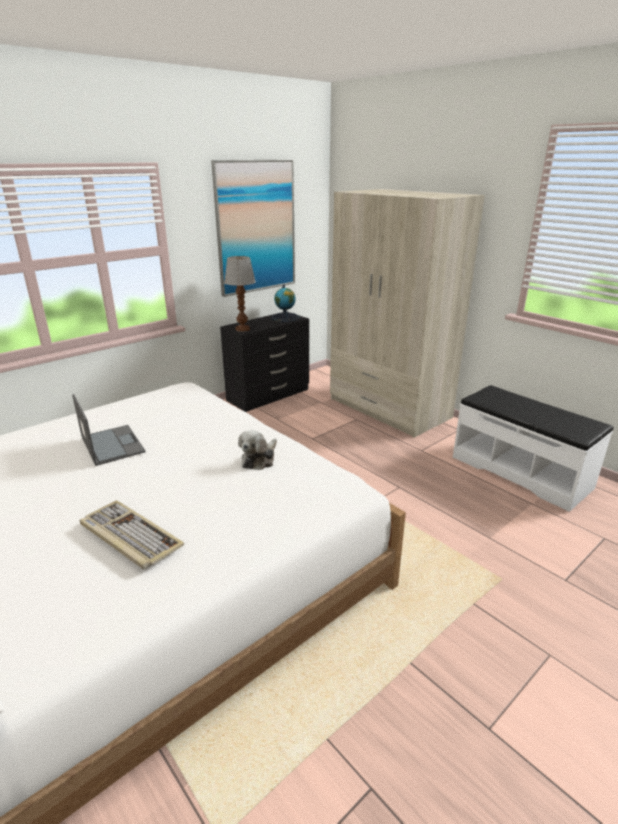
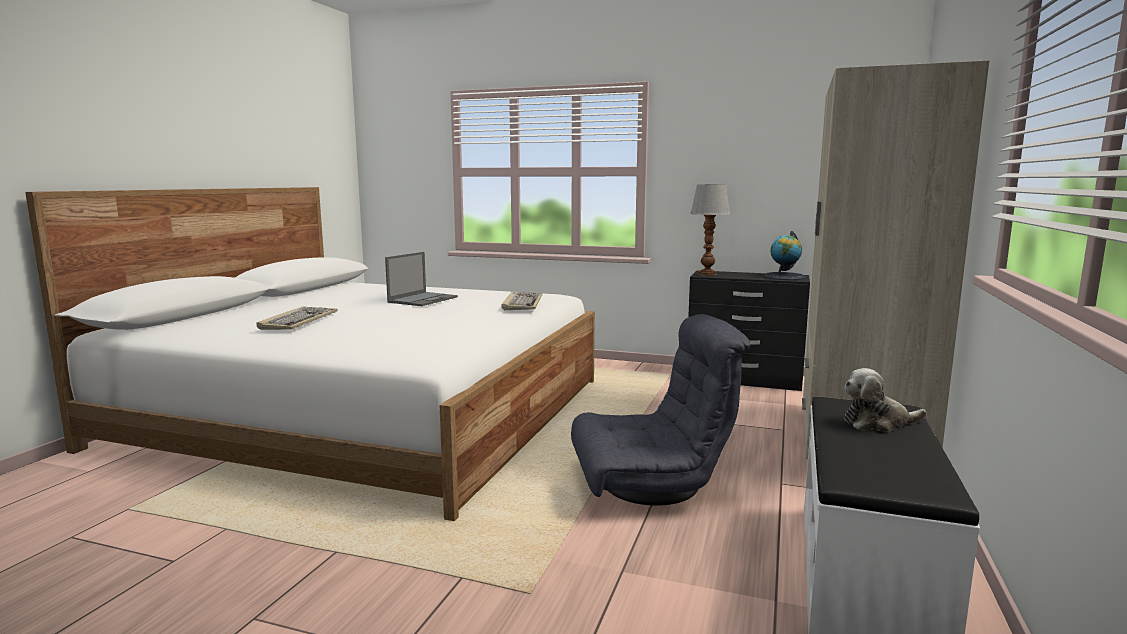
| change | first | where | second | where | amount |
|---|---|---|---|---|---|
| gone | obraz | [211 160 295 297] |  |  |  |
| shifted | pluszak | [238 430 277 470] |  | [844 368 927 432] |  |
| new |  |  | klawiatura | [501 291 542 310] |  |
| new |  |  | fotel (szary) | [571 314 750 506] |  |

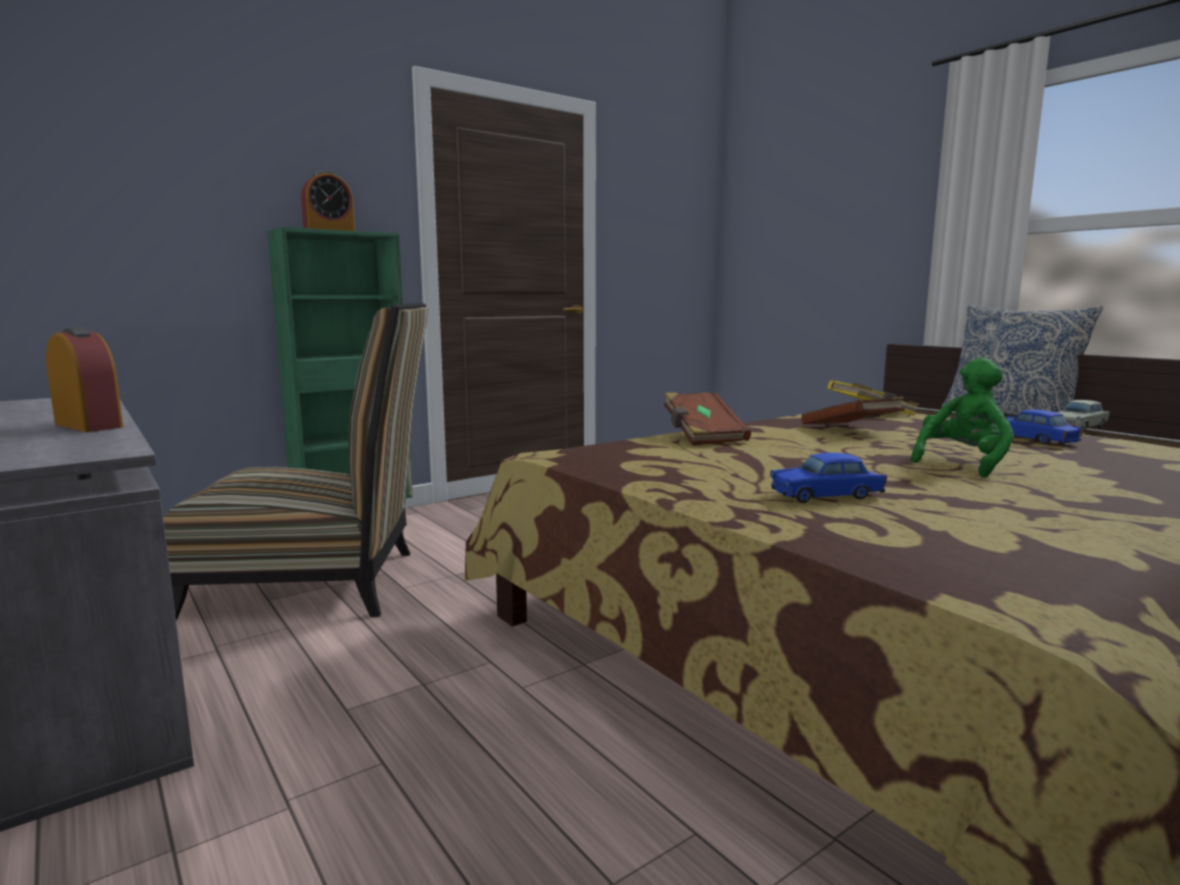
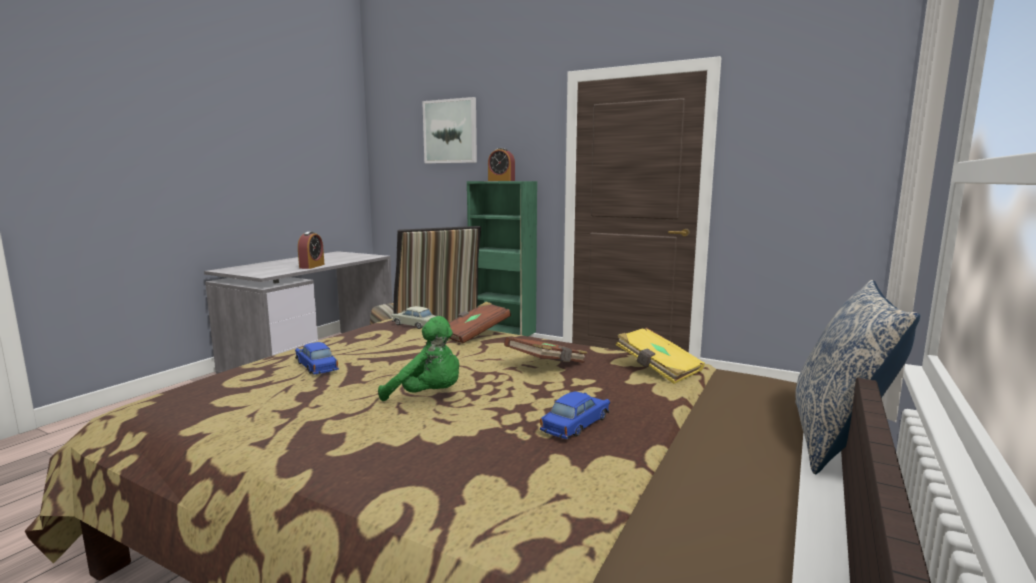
| change | first | where | second | where | amount |
|---|---|---|---|---|---|
| shifted | samochodzik (beżowy) | [1056 400 1110 432] |  | [391 306 436 329] |  |
| new |  |  | obraz | [422 97 477 163] |  |

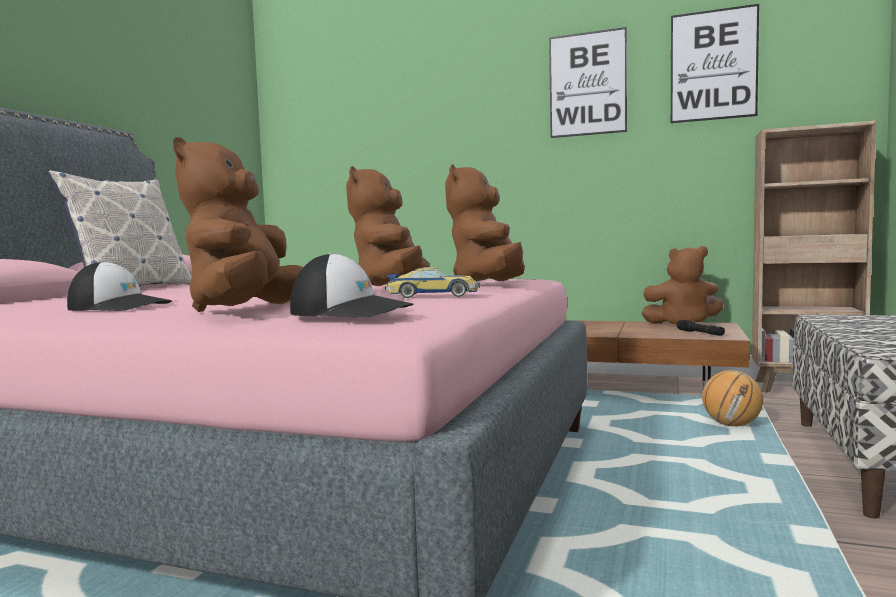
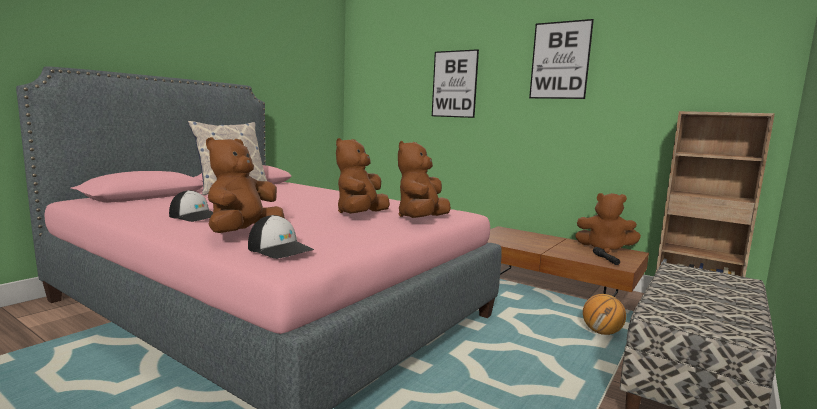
| change | first | where | second | where | amount |
|---|---|---|---|---|---|
| shifted | obraz | [671 4 759 123] |  | [432 49 479 118] |  |
| gone | samochodzik | [385 267 480 298] |  |  |  |

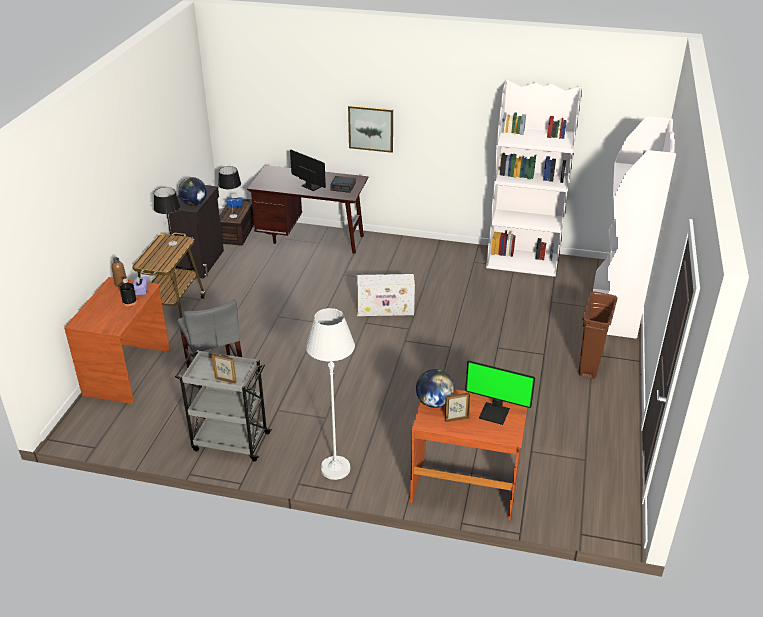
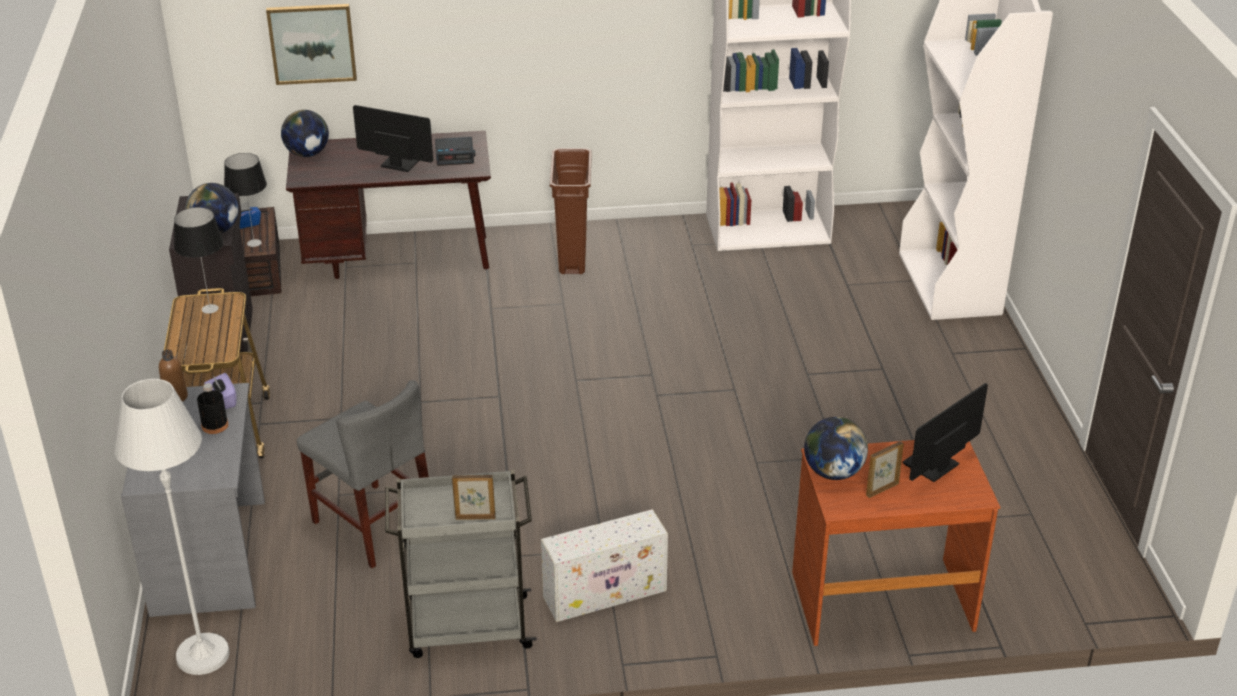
| change | first | where | second | where | amount |
|---|---|---|---|---|---|
| shifted | obraz | [348 105 393 153] |  | [266 4 357 85] |  |
| shifted | pojemnik do przechowywania (biały) | [357 274 415 316] |  | [541 509 668 622] |  |
| repainted | biurko (brązowy) | [64 277 170 404] | biurko (szary) | [121 383 265 617] |  |
| shifted | kosz na śmieci (brązowy) | [578 291 618 379] |  | [550 148 592 274] |  |
| shifted | lampa stojąca (biały) | [306 308 355 480] |  | [114 379 230 675] |  |
| rotated | monitor | [465 361 535 425] |  | [902 383 988 482] | 135 degrees clockwise |
| new |  |  | globus | [281 110 329 157] |  |

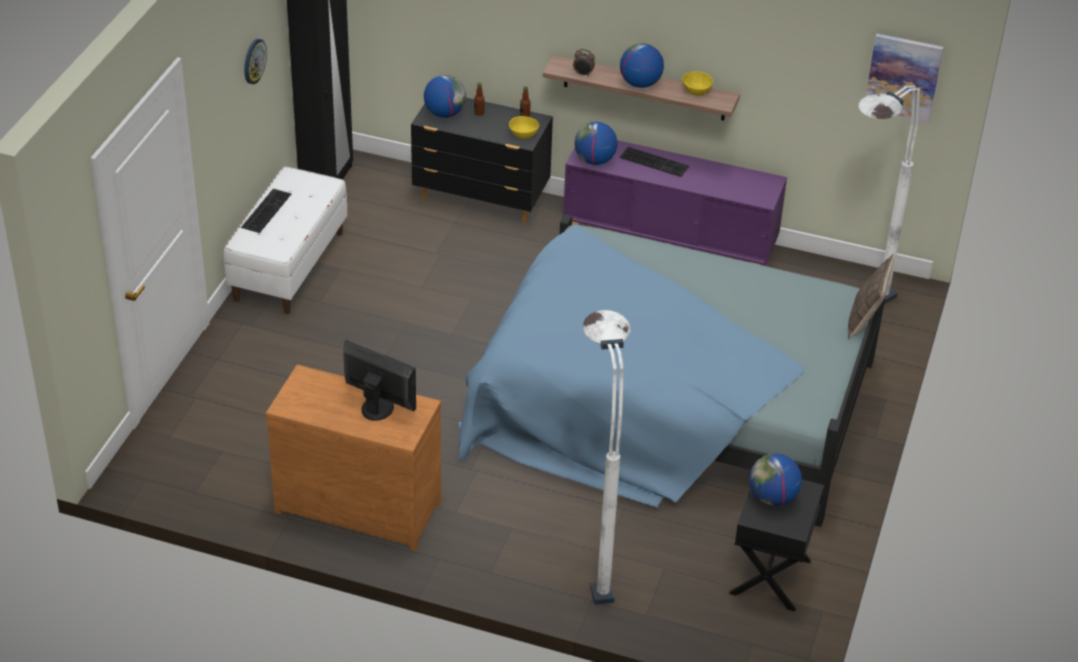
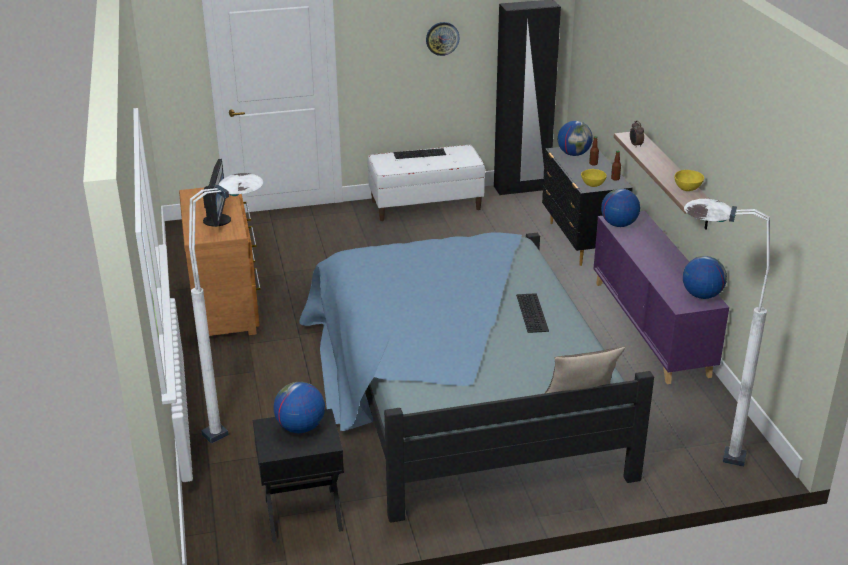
| change | first | where | second | where | amount |
|---|---|---|---|---|---|
| gone | obraz | [866 34 943 124] |  |  |  |
| shifted | globus | [620 43 664 88] |  | [683 256 727 299] |  |
| shifted | klawiatura | [620 147 689 177] |  | [516 293 549 333] |  |

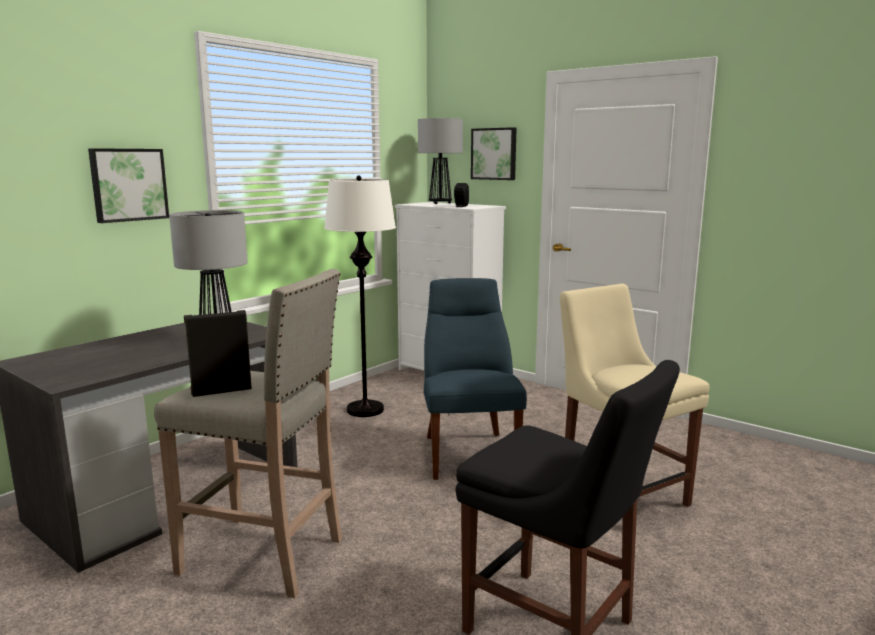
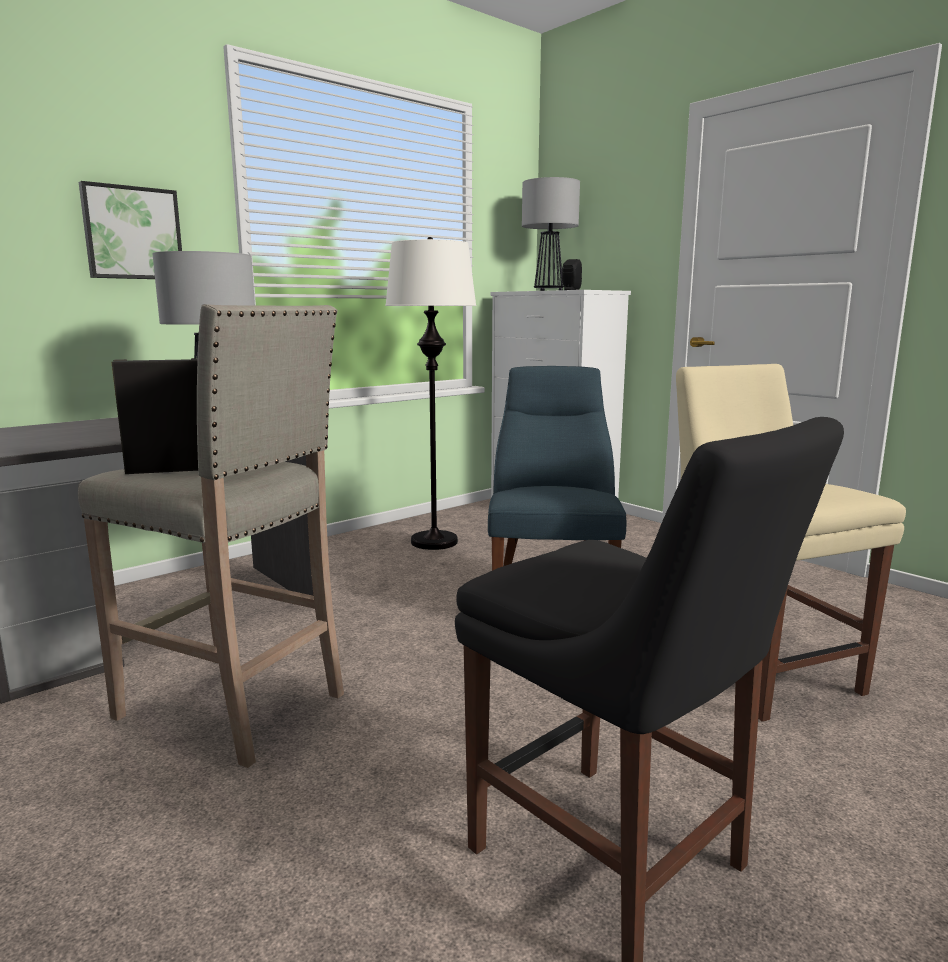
| change | first | where | second | where | amount |
|---|---|---|---|---|---|
| gone | obraz | [471 127 517 180] |  |  |  |

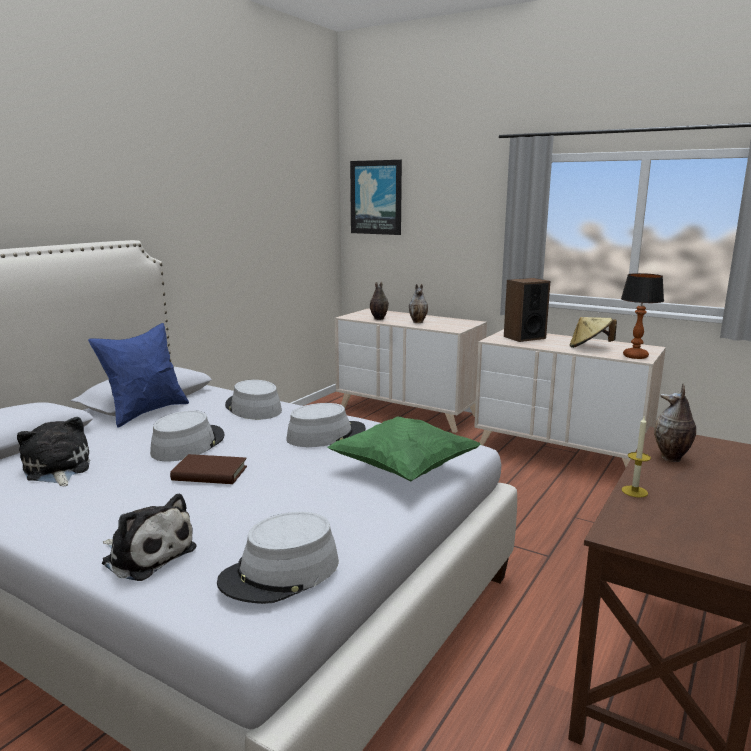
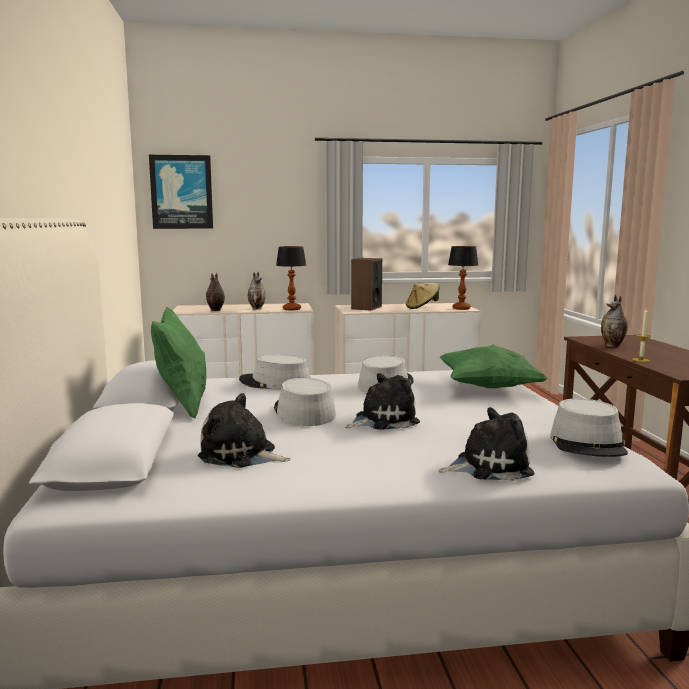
| change | first | where | second | where | amount |
|---|---|---|---|---|---|
| repainted | poduszka (niebieski) | [88 323 189 428] | poduszka (zielony) | [151 306 206 418] |  |
| swapped | książka (brązowy) | [170 454 247 484] | pluszak | [345 373 420 430] |  |
| new |  |  | lampa stołowa | [276 246 306 310] |  |

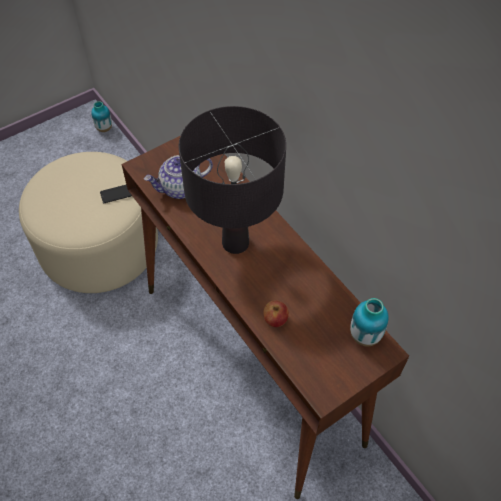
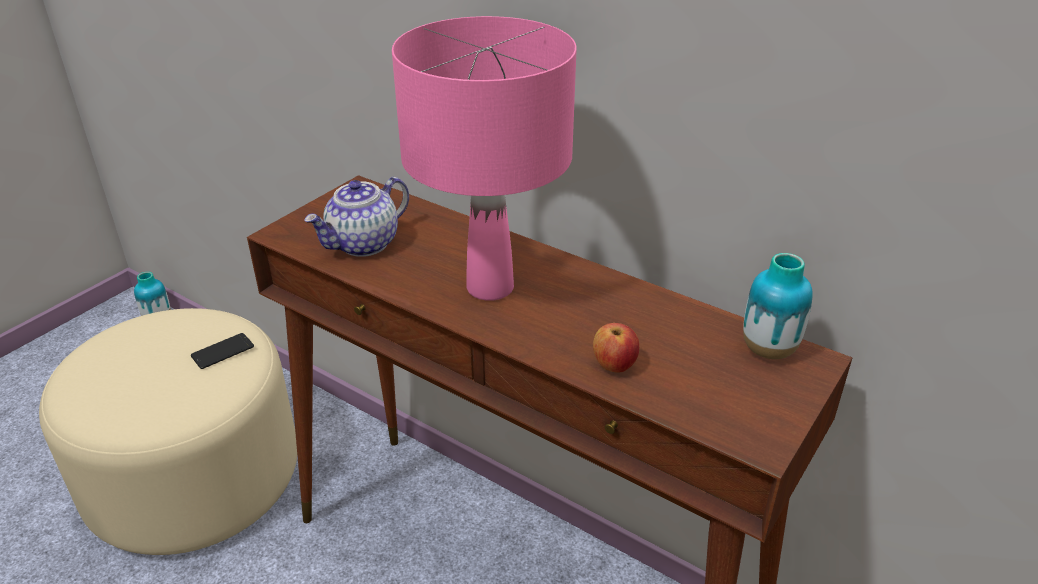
| change | first | where | second | where | amount |
|---|---|---|---|---|---|
| repainted | lampa stołowa (czarny) | [179 106 286 254] | lampa stołowa (różowy) | [392 16 577 301] |  |

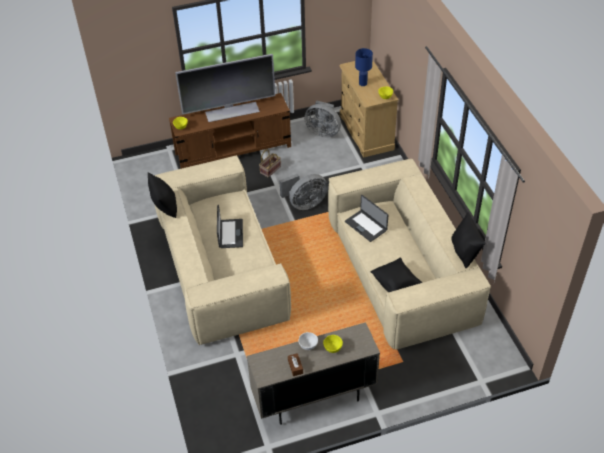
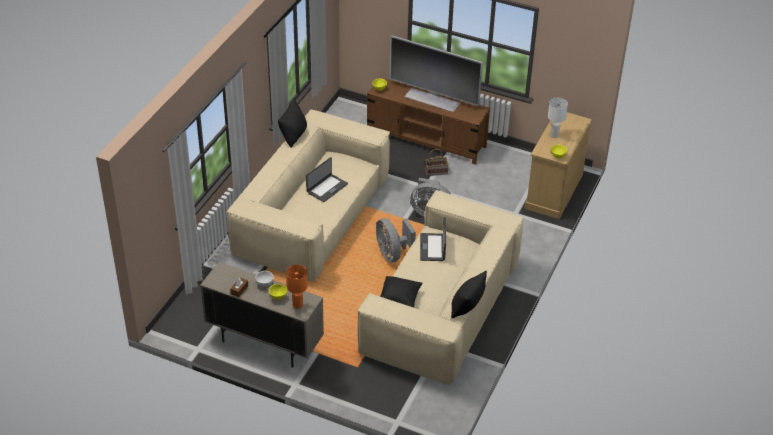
| change | first | where | second | where | amount |
|---|---|---|---|---|---|
| repainted | lampa stołowa (niebieski) | [355 48 373 86] | lampa stołowa (biały) | [548 98 568 138] |  |
| shifted | wentylator (szary) | [304 101 341 138] |  | [376 218 416 262] |  |
| new |  |  | lampa stołowa (pomarańczowy) | [286 265 308 309] |  |

